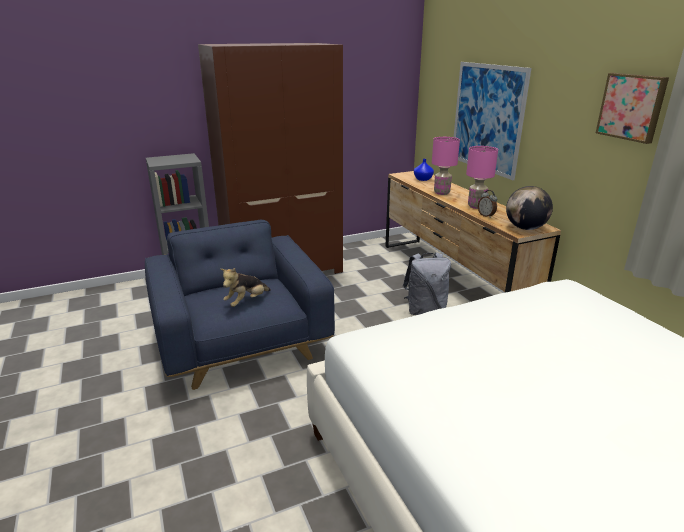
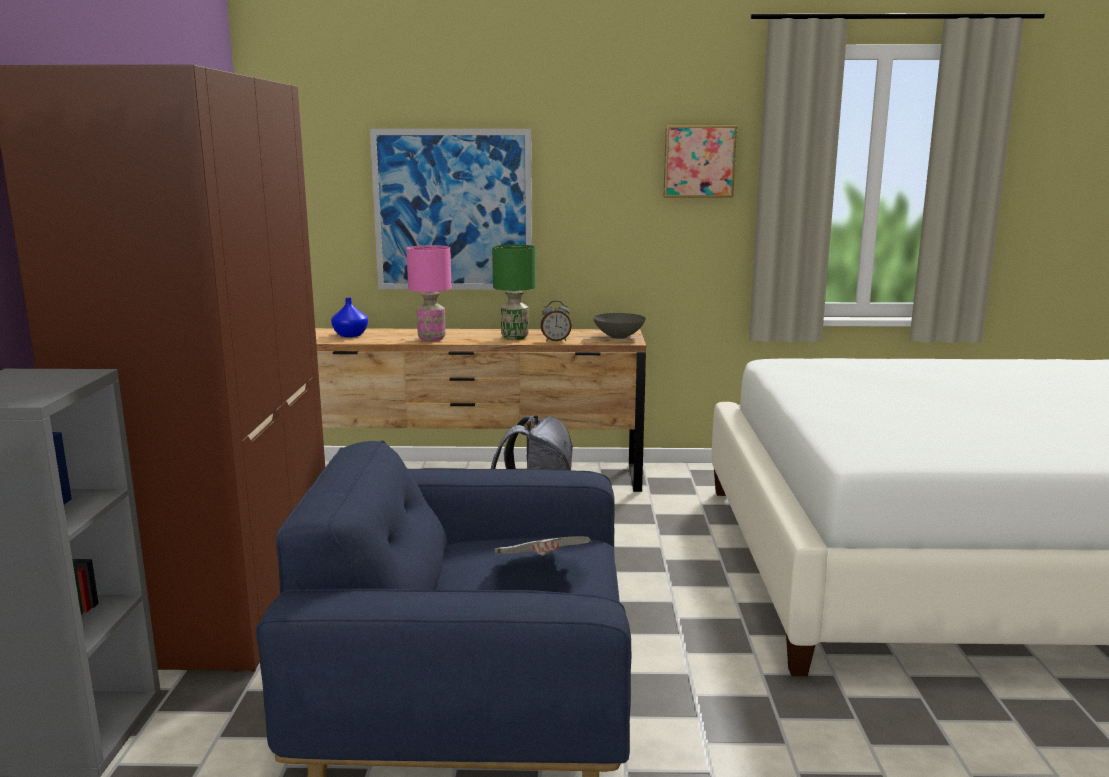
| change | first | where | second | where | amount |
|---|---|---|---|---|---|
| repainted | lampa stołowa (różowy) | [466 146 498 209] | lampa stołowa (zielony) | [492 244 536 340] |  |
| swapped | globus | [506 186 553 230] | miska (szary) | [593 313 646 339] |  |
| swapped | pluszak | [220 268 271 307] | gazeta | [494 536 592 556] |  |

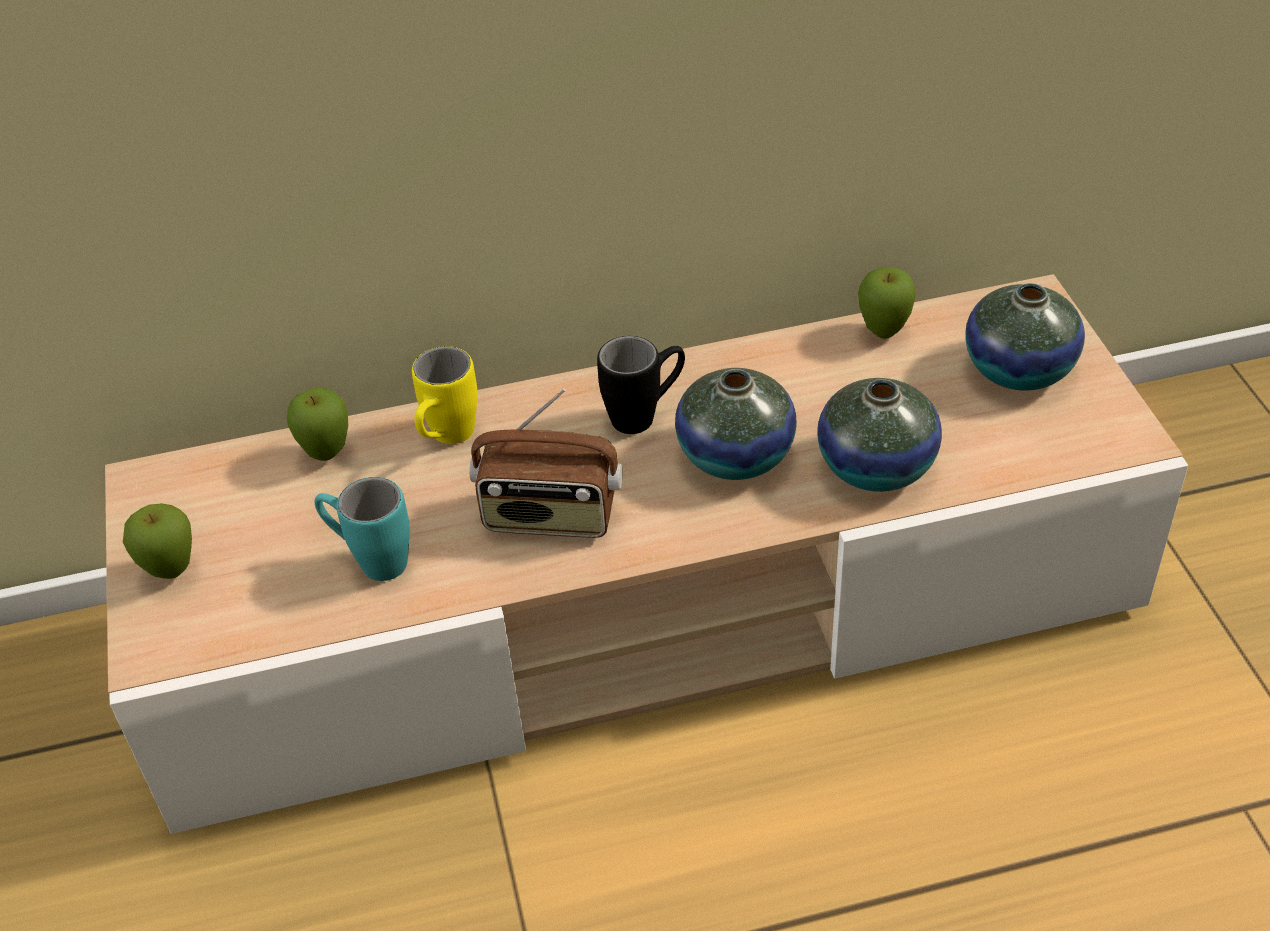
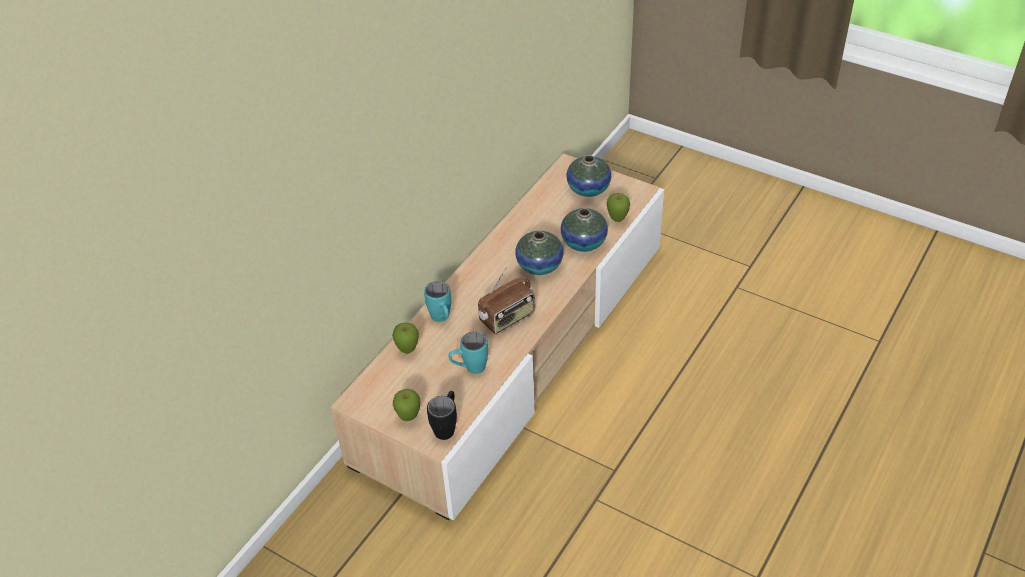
| change | first | where | second | where | amount |
|---|---|---|---|---|---|
| shifted | jabłko | [858 267 916 339] |  | [607 193 630 222] |  |
| shifted | kubek (czarny) | [597 336 685 434] |  | [427 391 457 440] |  |
| repainted | kubek (żółty) | [412 346 478 444] | kubek (turkusowy) | [424 281 451 322] |  |

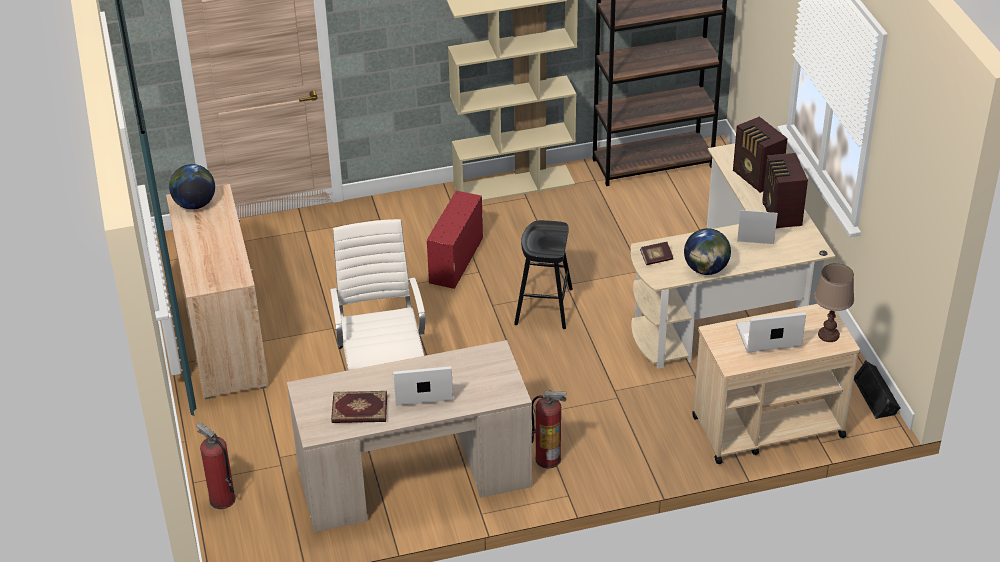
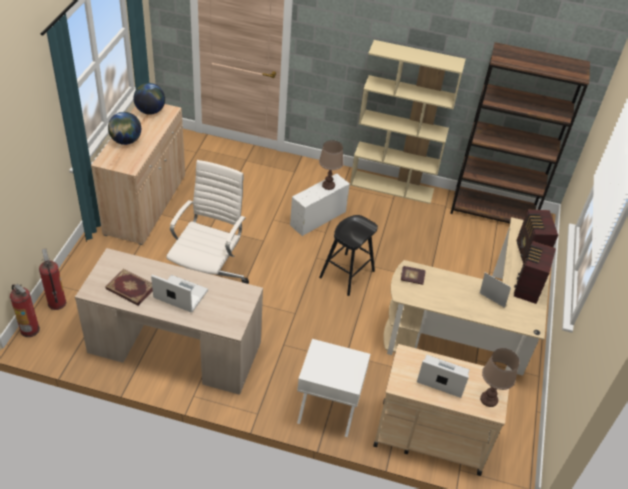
| change | first | where | second | where | amount |
|---|---|---|---|---|---|
| repainted | pojemnik do przechowywania (czerwony) | [427 191 483 289] | pojemnik do przechowywania (biały) | [290 174 350 236] |  |
| shifted | globus | [684 228 731 275] |  | [108 112 141 145] |  |
| gone | głośnik (czarny) | [854 360 900 419] |  |  |  |
| shifted | gaśnica | [532 390 567 469] |  | [10 284 40 337] |  |
| new |  |  | lampa stołowa (brązowy) | [319 140 343 190] |  |
| new |  |  | szafka nocna (biały) | [297 339 371 437] |  |

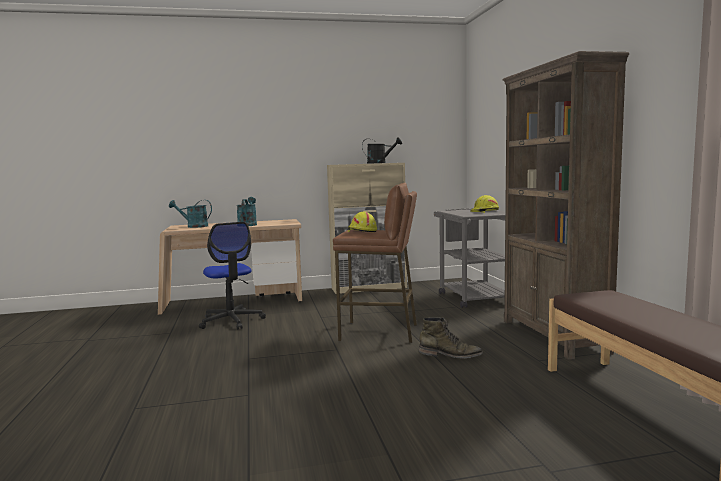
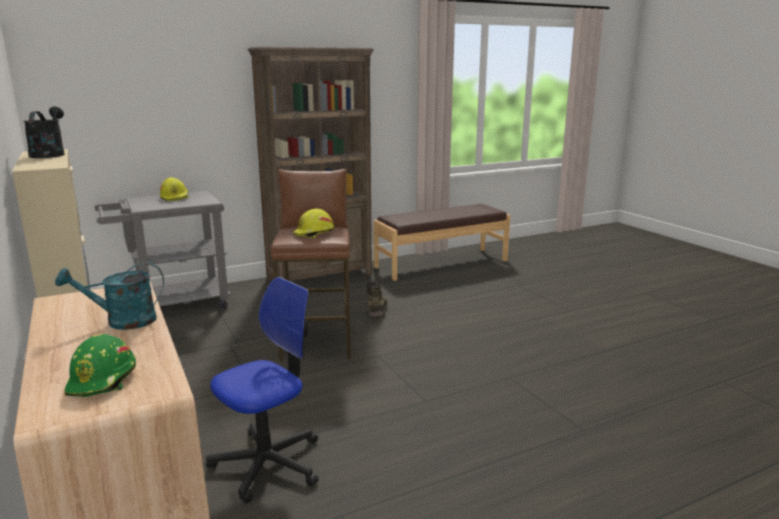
| change | first | where | second | where | amount |
|---|---|---|---|---|---|
| swapped | konewka (turkusowy) | [169 200 212 228] | kask (zielony) | [64 334 136 397] |  |

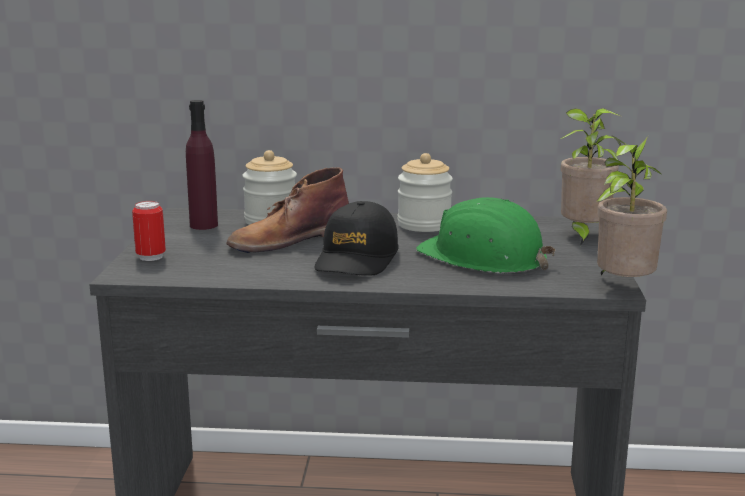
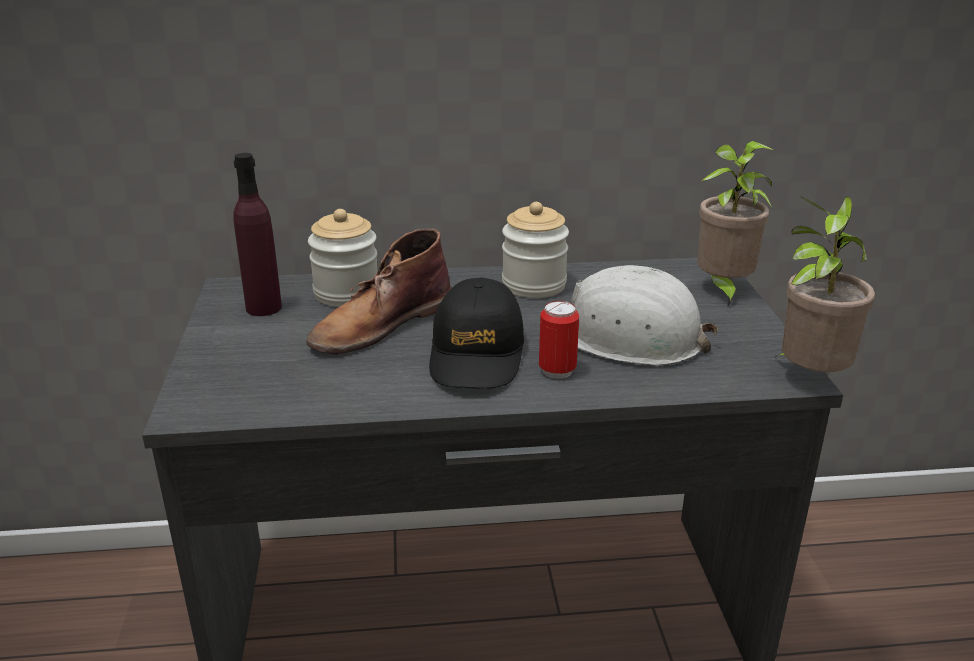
| change | first | where | second | where | amount |
|---|---|---|---|---|---|
| repainted | kask (zielony) | [416 197 556 273] | kask (biały) | [571 265 718 366] |  |
| shifted | puszka | [132 201 166 261] |  | [539 301 579 379] |  |

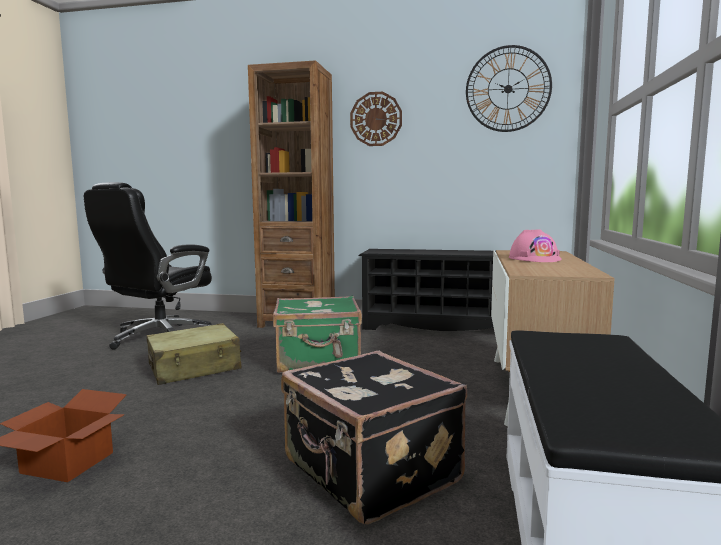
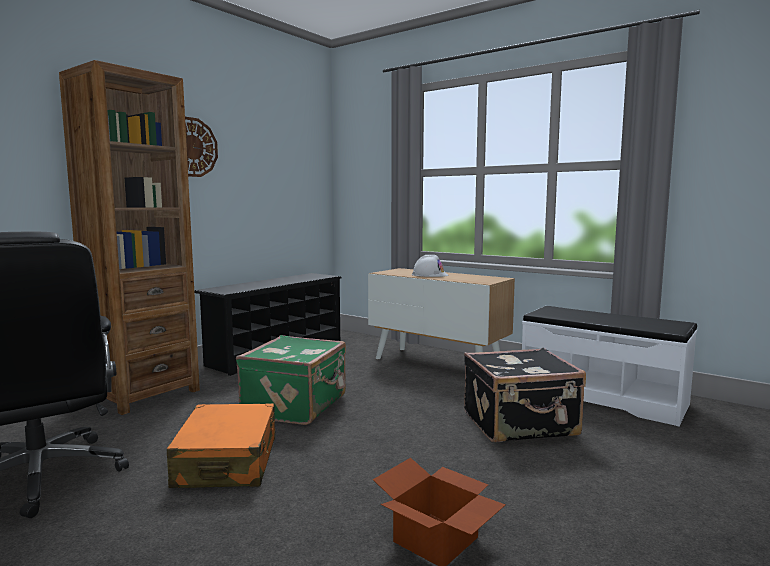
| change | first | where | second | where | amount |
|---|---|---|---|---|---|
| gone | zegar ścienny | [466 45 552 132] |  |  |  |
| repainted | kask (różowy) | [509 229 562 262] | kask (biały) | [412 255 448 277] |  |
| repainted | walizka (beżowy) | [146 323 241 385] | walizka (pomarańczowy) | [167 403 275 488] |  |

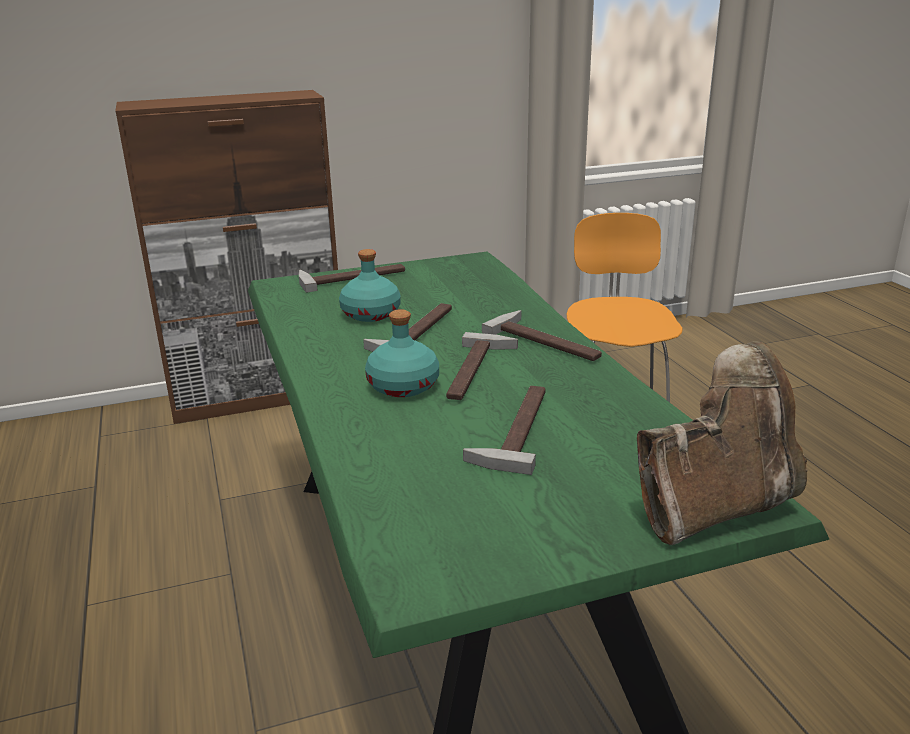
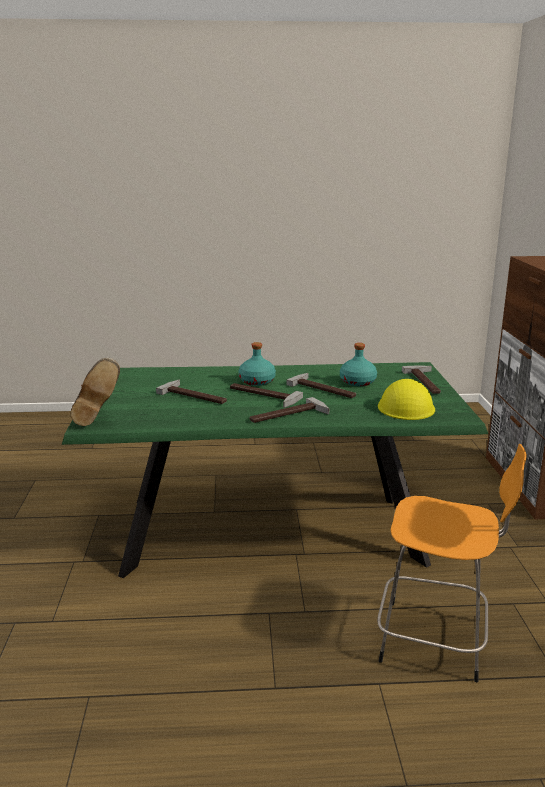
| change | first | where | second | where | amount |
|---|---|---|---|---|---|
| new |  |  | kask (żółty) | [378 379 435 420] |  |

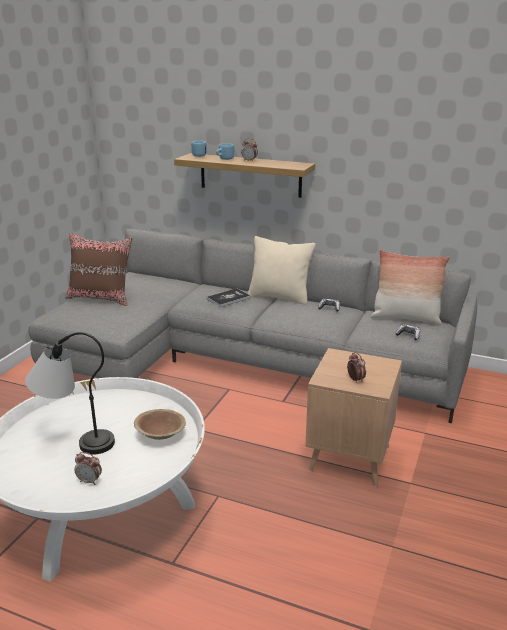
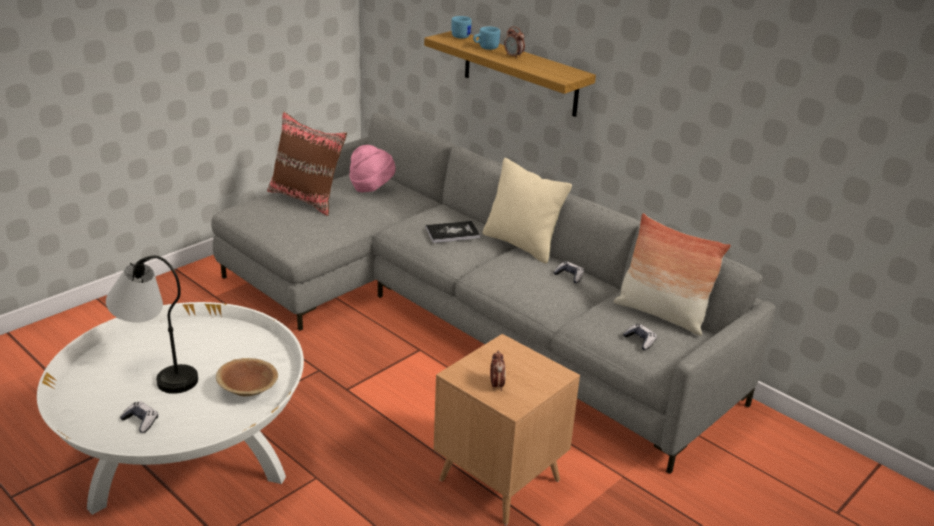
| change | first | where | second | where | amount |
|---|---|---|---|---|---|
| swapped | budzik | [74 452 102 485] | pad do gier | [120 401 158 433] |  |
| new |  |  | kapelusz (różowy) | [349 145 396 192] |  |

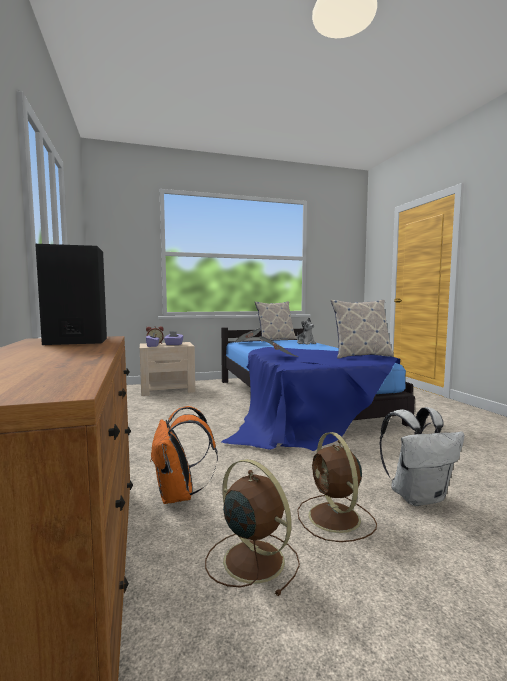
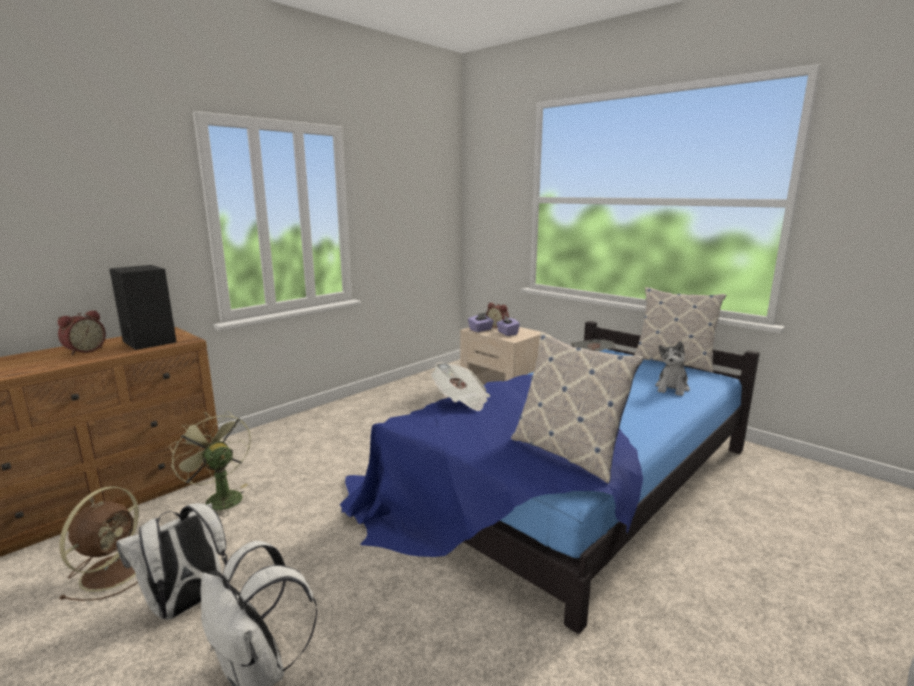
| change | first | where | second | where | amount |
|---|---|---|---|---|---|
| swapped | plecak (pomarańczowy) | [150 406 218 504] | wentylator (zielony) | [168 411 251 517] |  |
| swapped | wentylator (brązowy) | [297 432 377 542] | plecak (biały) | [116 503 227 620] |  |
| new |  |  | budzik | [58 310 106 355] |  |

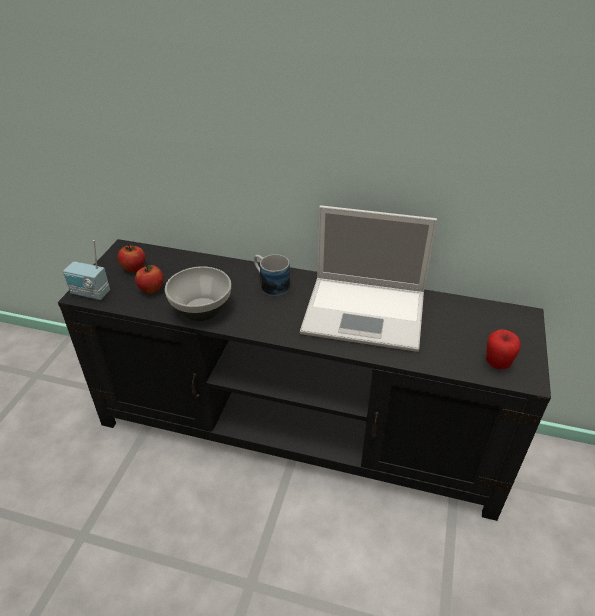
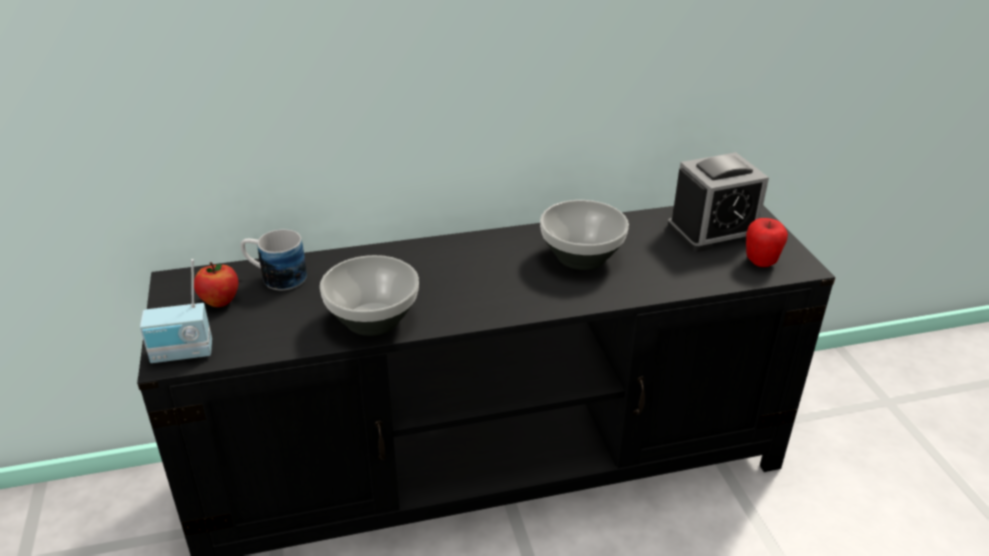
| change | first | where | second | where | amount |
|---|---|---|---|---|---|
| swapped | laptop | [300 205 437 352] | miska | [540 200 629 270] |  |
| shifted | kubek | [254 254 290 296] |  | [241 229 307 290] |  |
| gone | jabłko | [135 265 163 294] |  |  |  |
| new |  |  | budzik | [668 152 769 252] |  |

